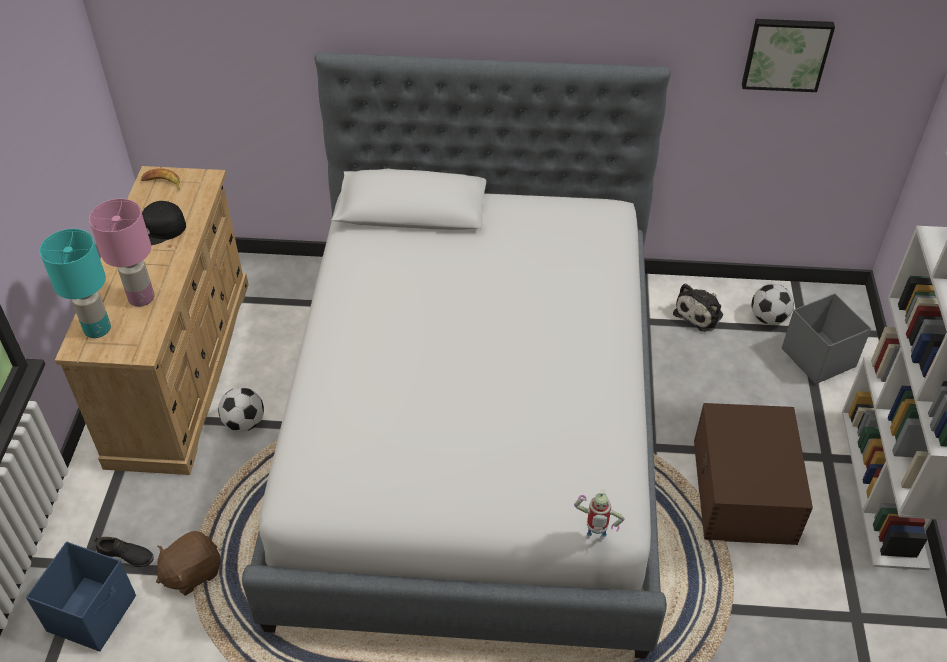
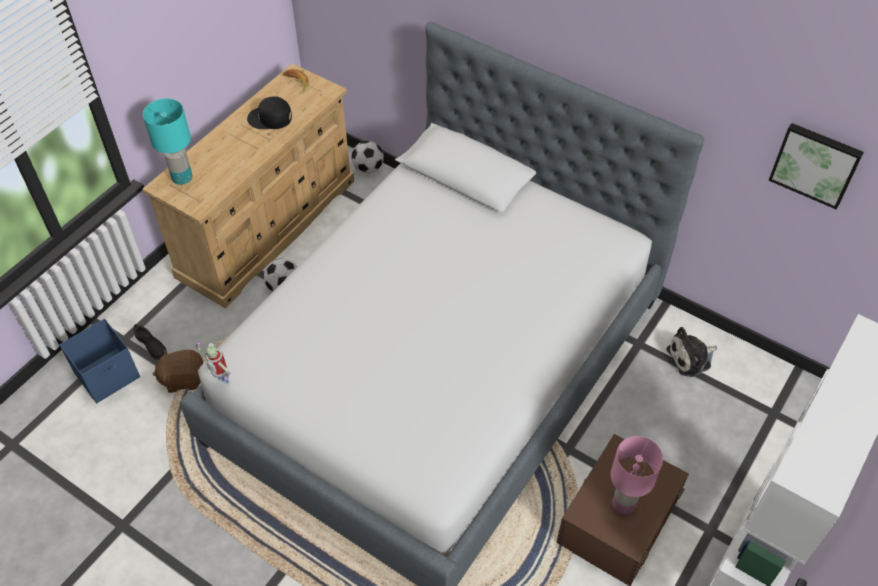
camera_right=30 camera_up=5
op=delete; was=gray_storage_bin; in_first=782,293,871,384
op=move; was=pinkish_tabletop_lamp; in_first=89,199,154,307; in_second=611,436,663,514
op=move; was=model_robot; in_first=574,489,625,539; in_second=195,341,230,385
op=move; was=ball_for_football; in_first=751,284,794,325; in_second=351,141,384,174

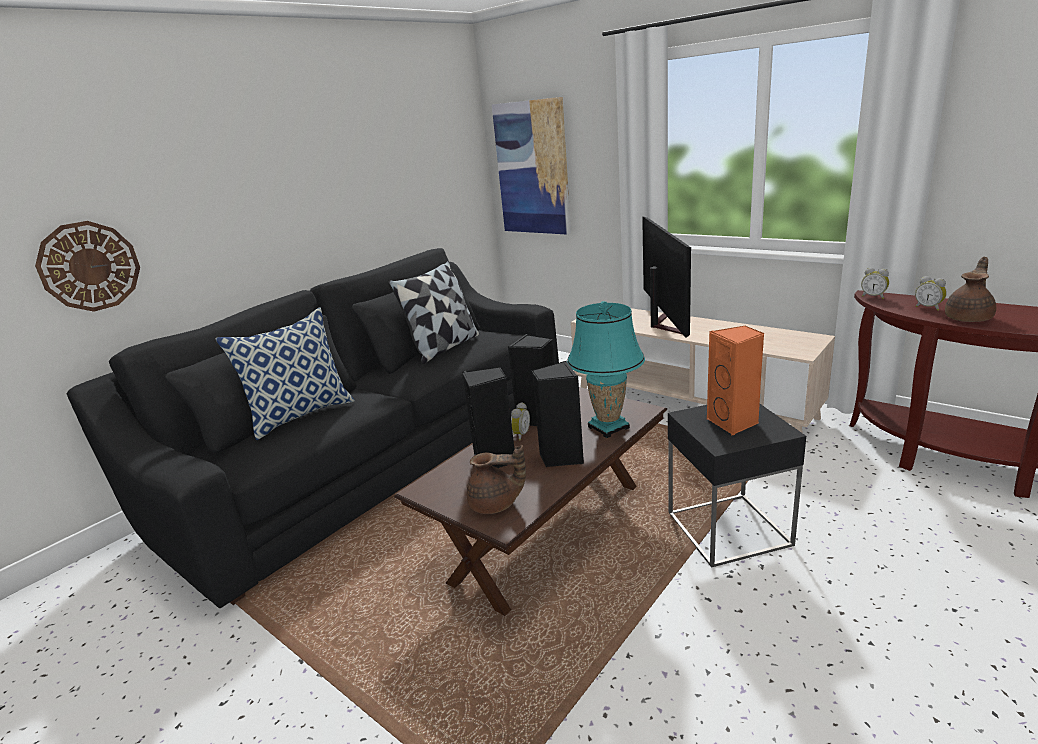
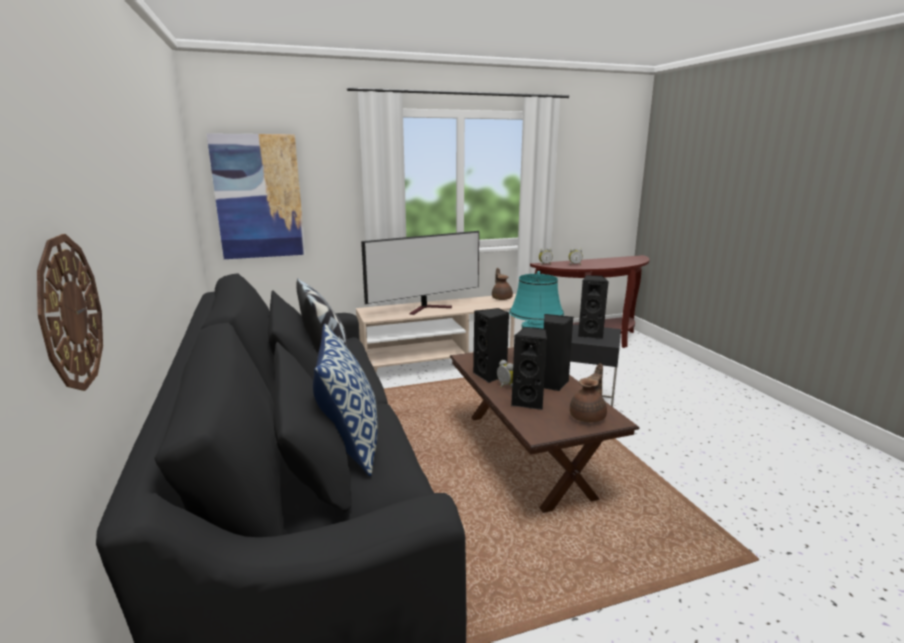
camera_right=-60 camera_up=-5
op=move; was=brownish_pot_for_tea; in_first=945,256,996,322; in_second=492,268,513,300
op=recolor; was=orange-coloured_loudspeaker; now=blackish_loudspeaker; in_first=707,325,764,436; in_second=578,275,609,339
op=rotate; was=TV_set; in_first=642,216,691,338; in_second=361,231,479,315; clockwise=120

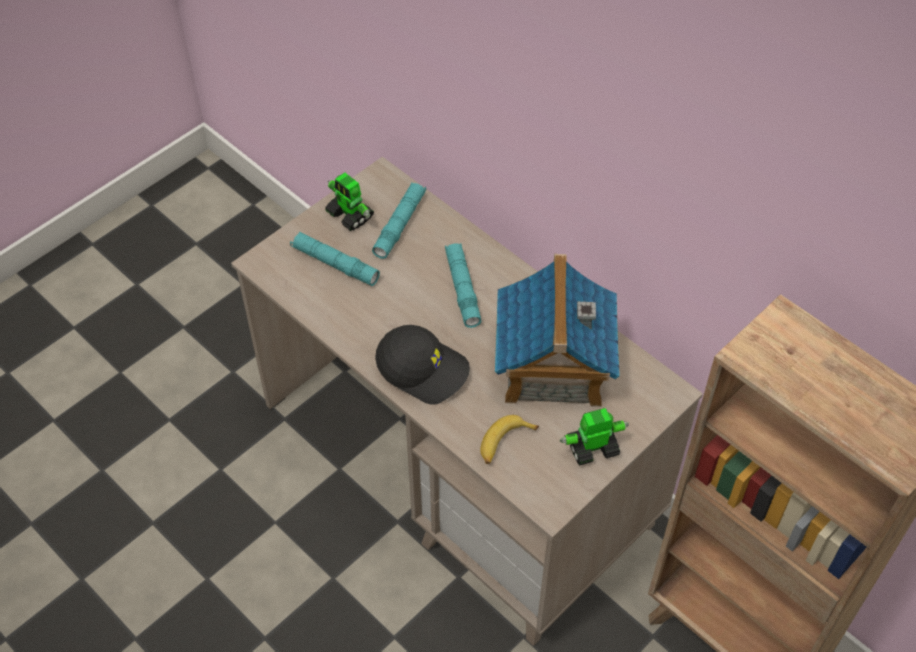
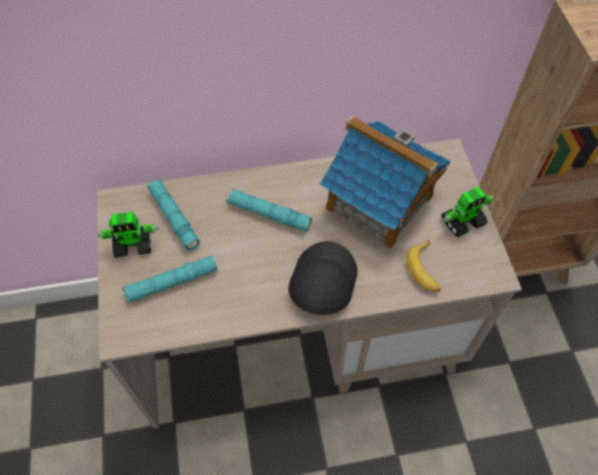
camera_right=-55 camera_up=5
op=rotate; was=blackish_peaked_cap; in_first=375,325,470,405; in_second=288,241,358,315; clockwise=-45
op=rotate; was=model_robot; in_first=560,408,629,466; in_second=441,186,494,237; clockwise=-135

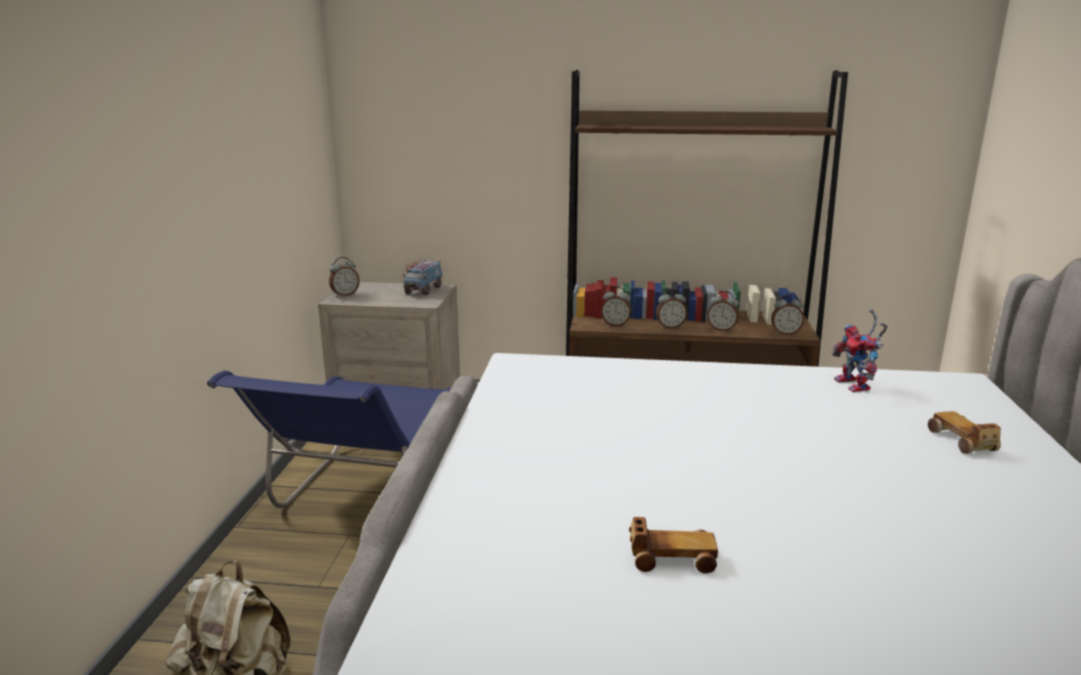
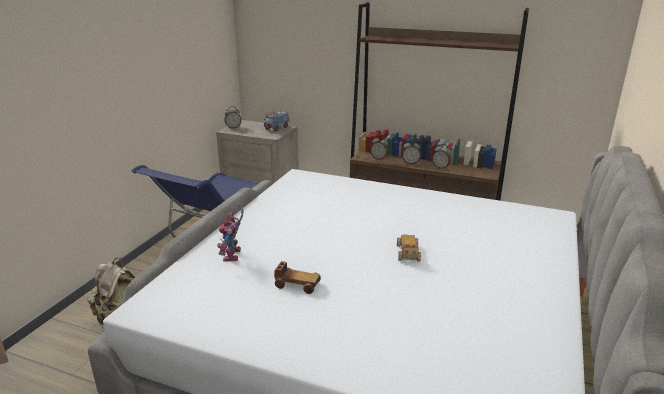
camera_right=15 camera_up=5
op=delete; was=bedside_clock; in_first=771,294,804,335
op=move; was=model_robot; in_first=832,309,888,392; in_second=217,204,243,261
op=move; was=toy_car; in_first=928,411,1001,454; in_second=397,235,421,262

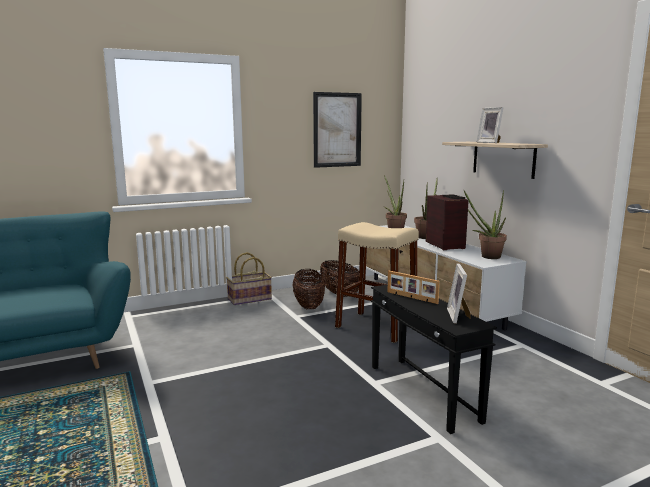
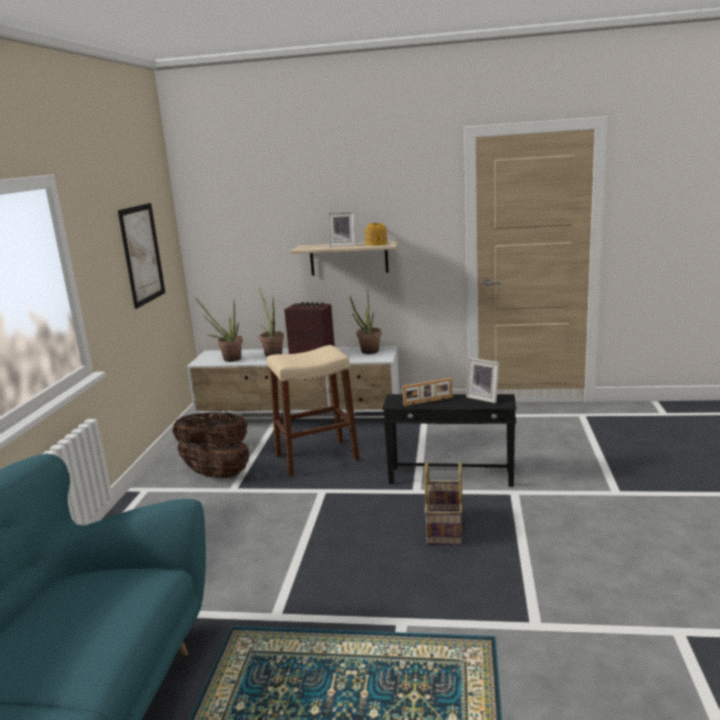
camera_right=-55 camera_up=5
op=insert; now=pot_for_tea; in_second=365,223,387,246
op=move; was=basket; in_first=226,253,272,305; in_second=424,462,463,545

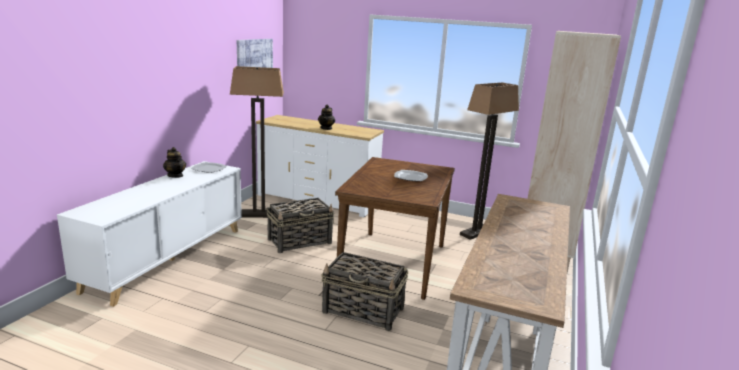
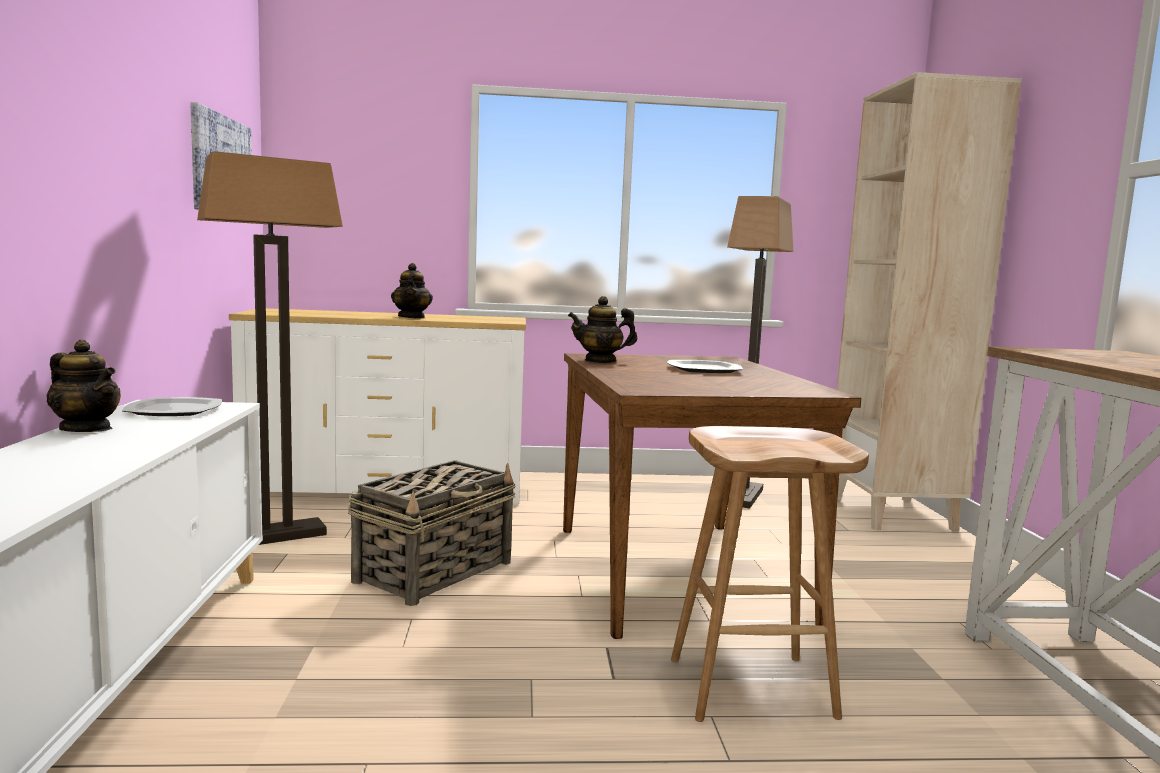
camera_right=-25 camera_up=-10
op=insert; now=pot_for_tea; in_second=568,296,637,363
op=replace; was=basket; now=brownish_stool_seat; in_first=321,252,408,331; in_second=671,426,869,722

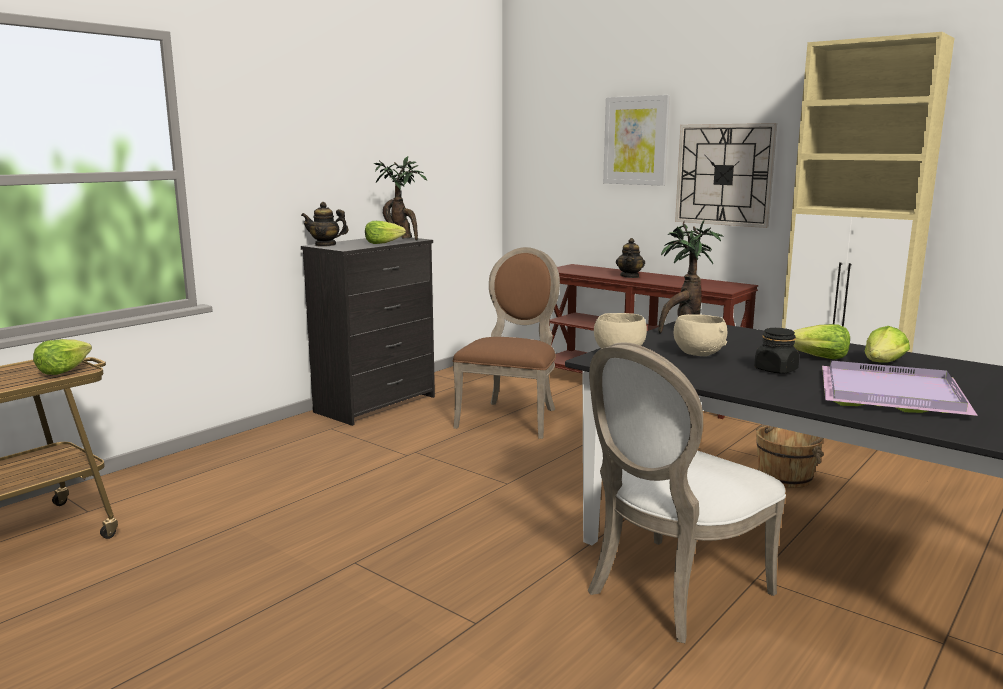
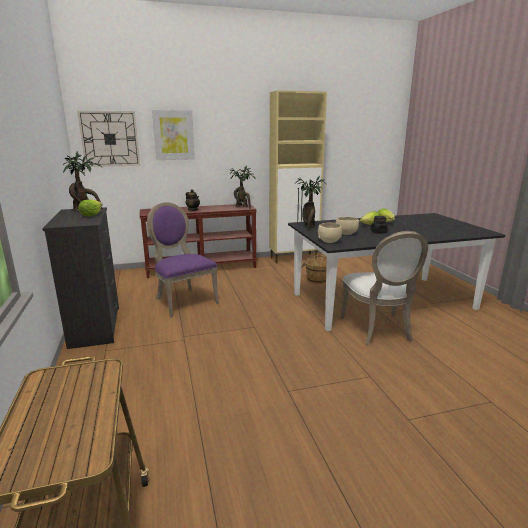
camera_right=-55 camera_up=5
op=delete; was=head_of_lettuce; in_first=33,339,92,375
op=delete; was=pot_for_tea; in_first=301,202,348,247
op=delete; was=purple_tray; in_first=822,361,978,416
op=insert; now=houseplant; in_second=230,166,256,209
op=move; was=clock_on_the_wall; in_first=675,123,777,228; in_second=77,111,140,167
op=recolor; was=brownish_plain_chair; now=purple_plain_chair; in_first=452,247,560,439; in_second=147,202,219,318

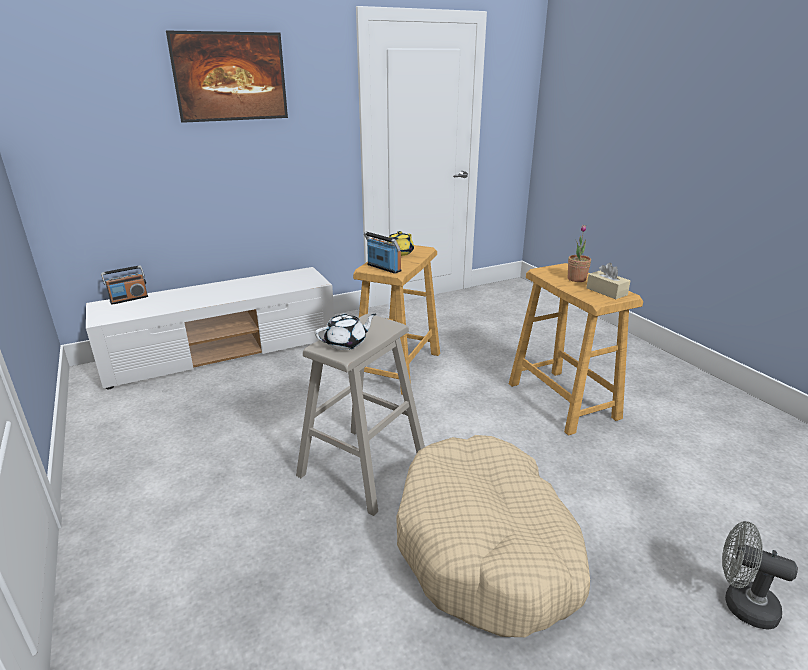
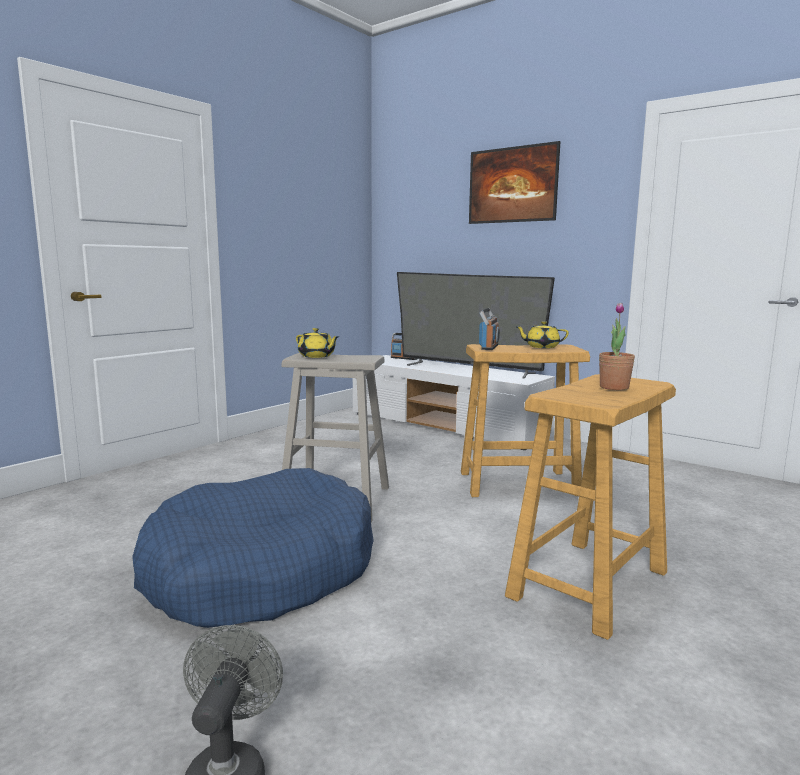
camera_right=65 camera_up=-15
op=delete; was=sand-coloured_tissue_box; in_first=586,263,630,299
op=insert; now=TV_set; in_second=397,272,555,379
op=recolor; was=white-coloured_pot_for_tea; now=yellow_pot_for_tea; in_first=315,314,376,350; in_second=296,328,339,358
op=recolor; was=sand-coloured_dog_bed; now=bluish_dog_bed; in_first=396,435,590,637; in_second=132,468,374,628

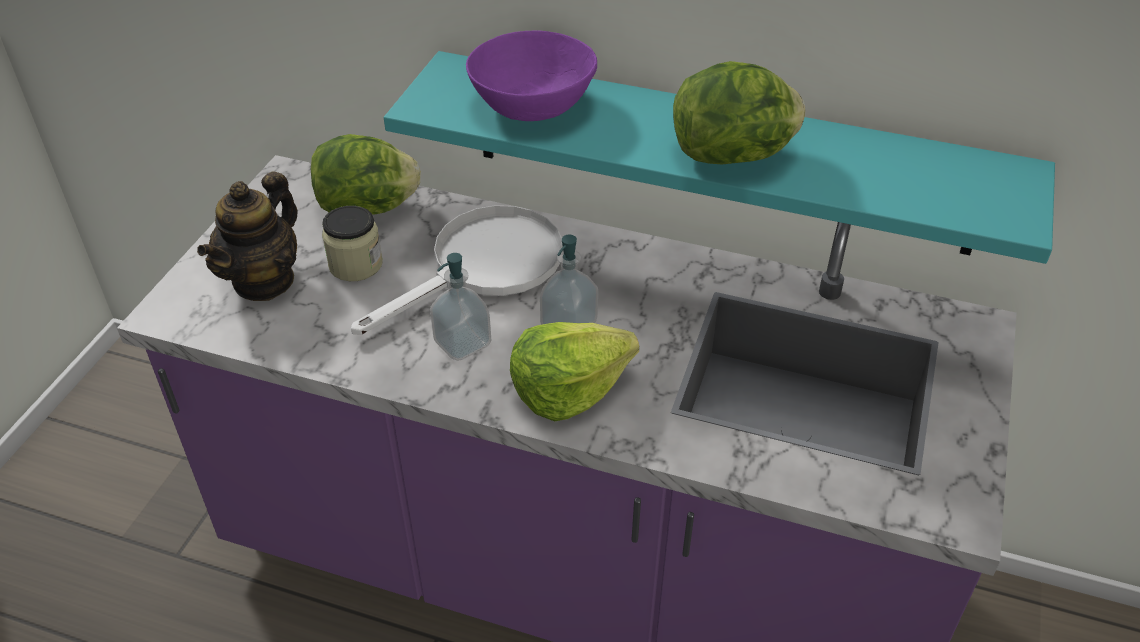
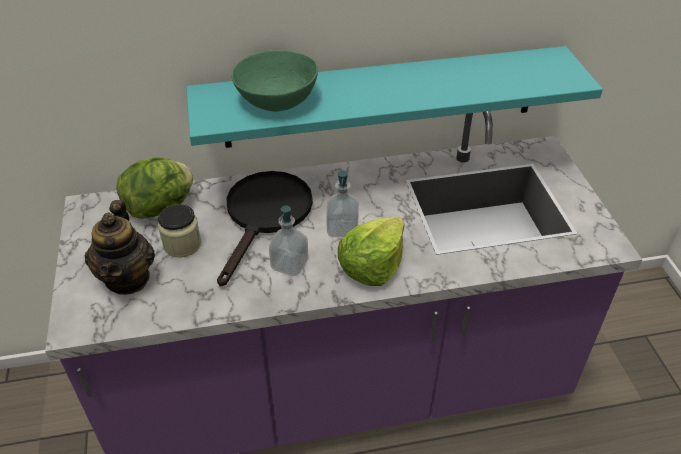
camera_right=-30 camera_up=0
op=delete; was=head_of_lettuce; in_first=673,61,806,164
op=recolor; was=white-coloured_skillet; now=blackish_skillet; in_first=351,205,563,335; in_second=217,171,313,287
op=recolor; was=purple_deep_dish; now=green-coloured_deep_dish; in_first=466,30,597,121; in_second=231,50,318,112

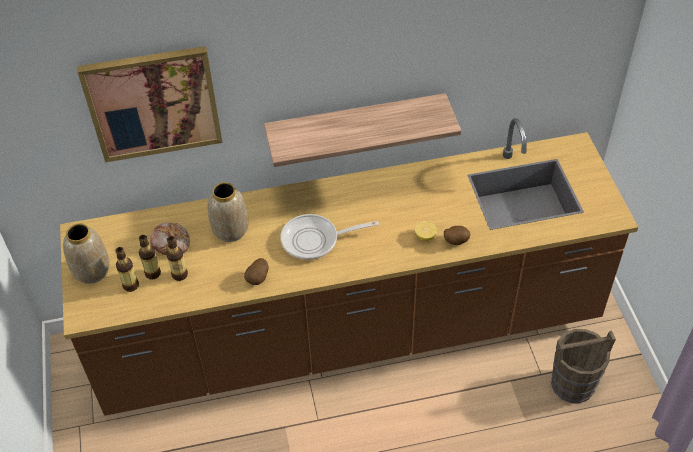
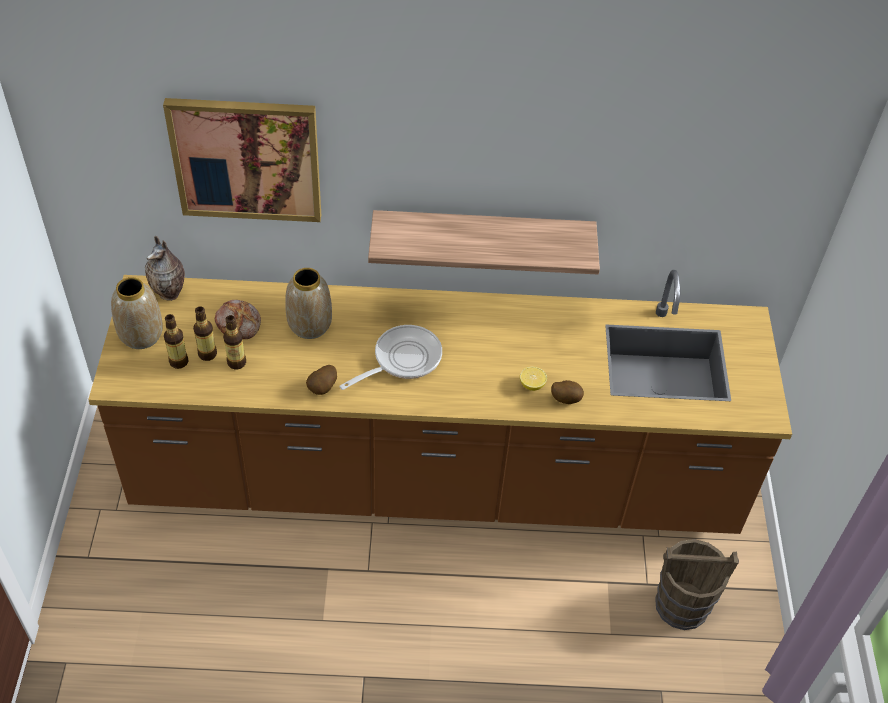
camera_right=10 camera_up=0
op=insert; now=vase; in_second=145,236,185,301
op=rotate; was=skillet; in_first=281,214,379,260; in_second=339,325,442,390; clockwise=135

